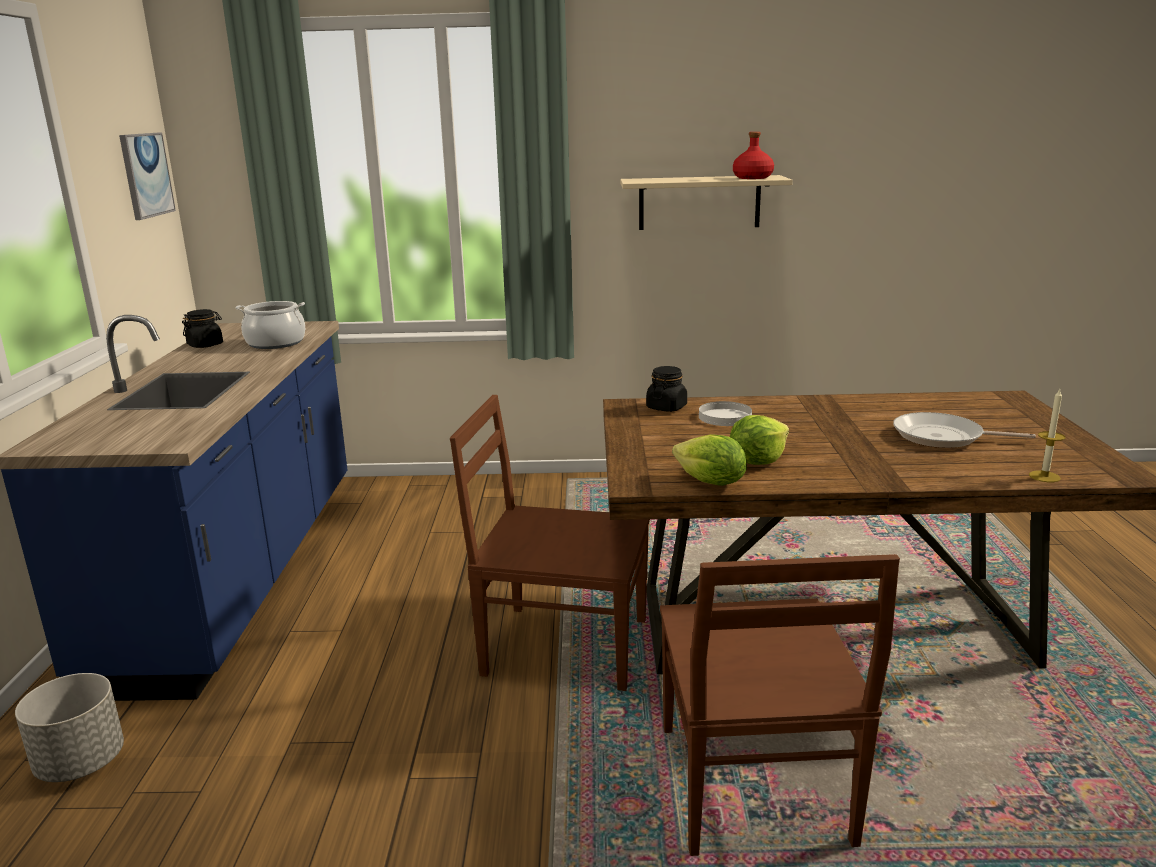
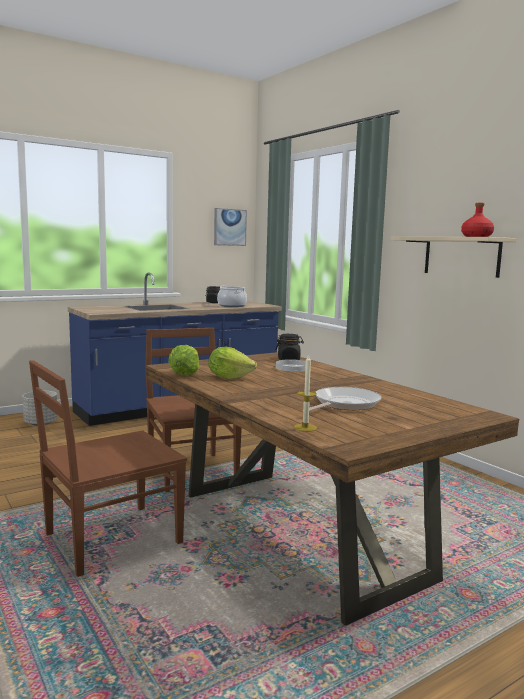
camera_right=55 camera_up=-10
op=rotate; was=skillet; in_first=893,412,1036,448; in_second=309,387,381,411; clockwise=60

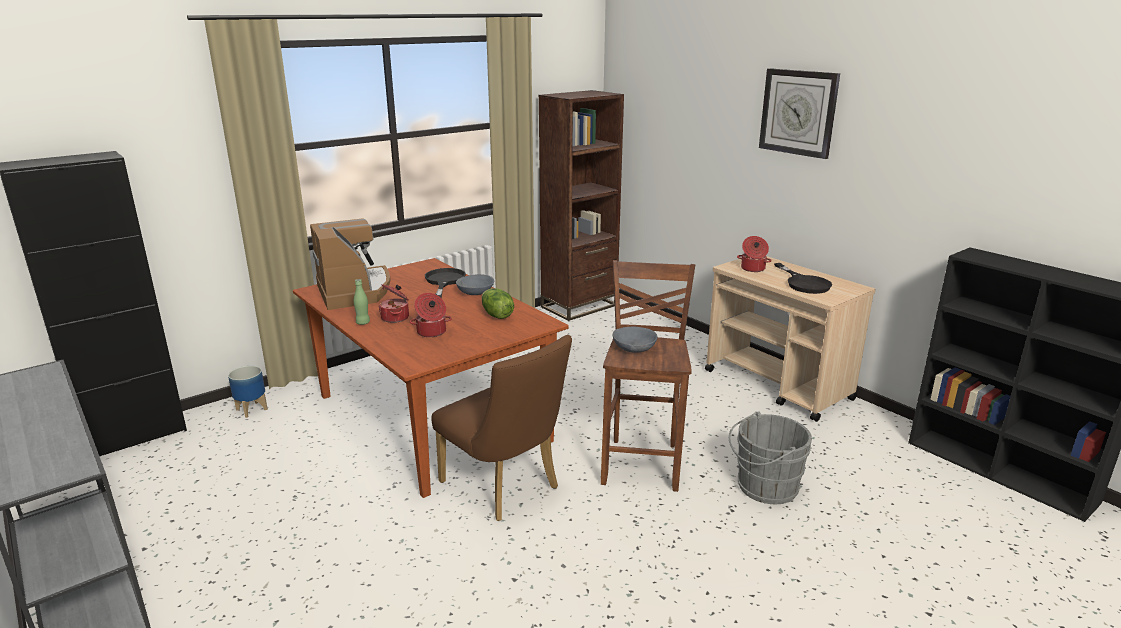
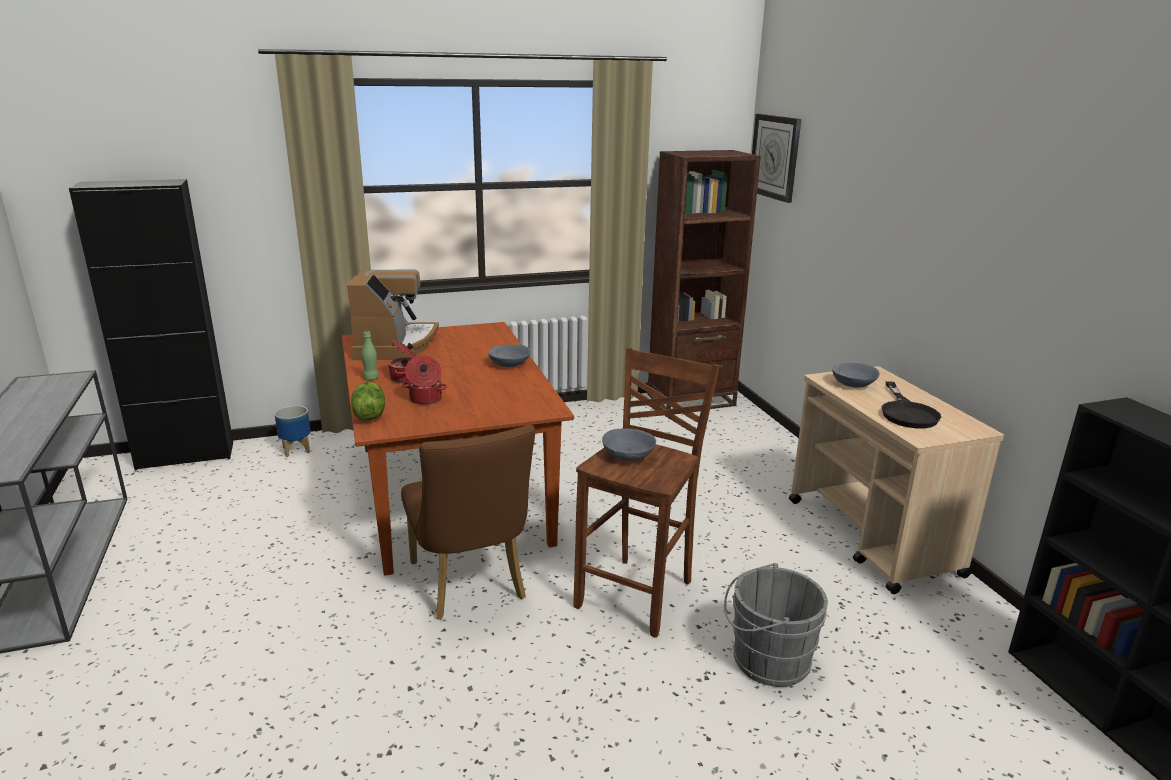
camera_right=20 camera_up=0
op=delete; was=blackish_skillet; in_first=425,268,466,298
op=move; was=head_of_lettuce; in_first=482,288,514,319; in_second=351,382,385,421
op=move; was=clock_on_the_wall; in_first=759,68,840,159; in_second=752,114,801,203
op=replace; was=cooking_pot; now=gray_deep_dish; in_first=737,236,772,272; in_second=832,363,880,388

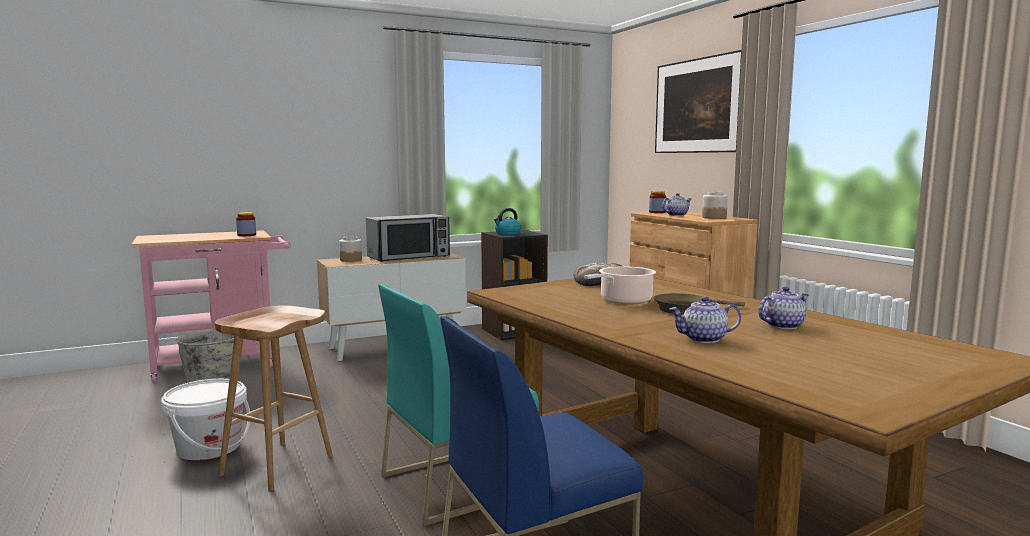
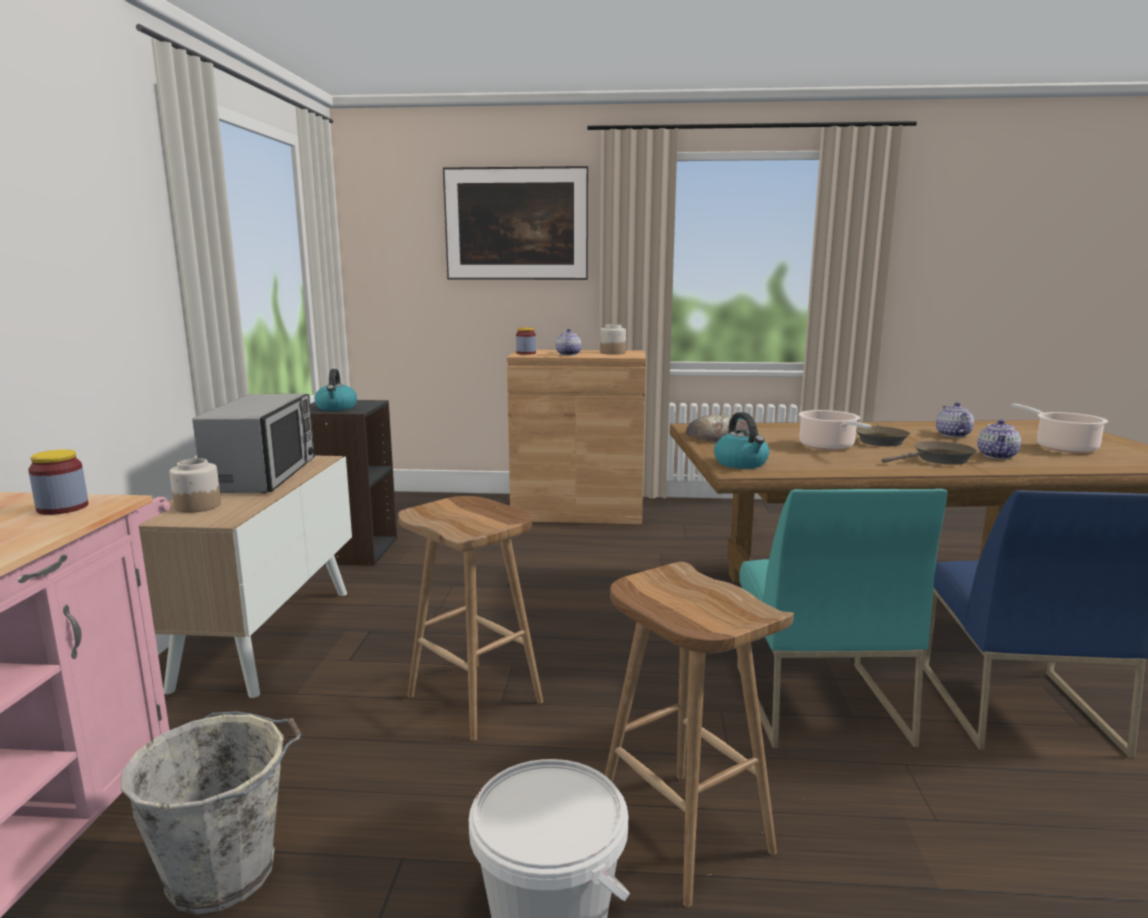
camera_right=-60 camera_up=5
op=insert; now=brownish_stool_seat; in_second=398,496,543,741
op=insert; now=tea_kettle; in_second=714,412,770,469
op=insert; now=brownish_skillet; in_second=881,441,977,465
op=insert; now=cooking_pot; in_second=1011,404,1108,453

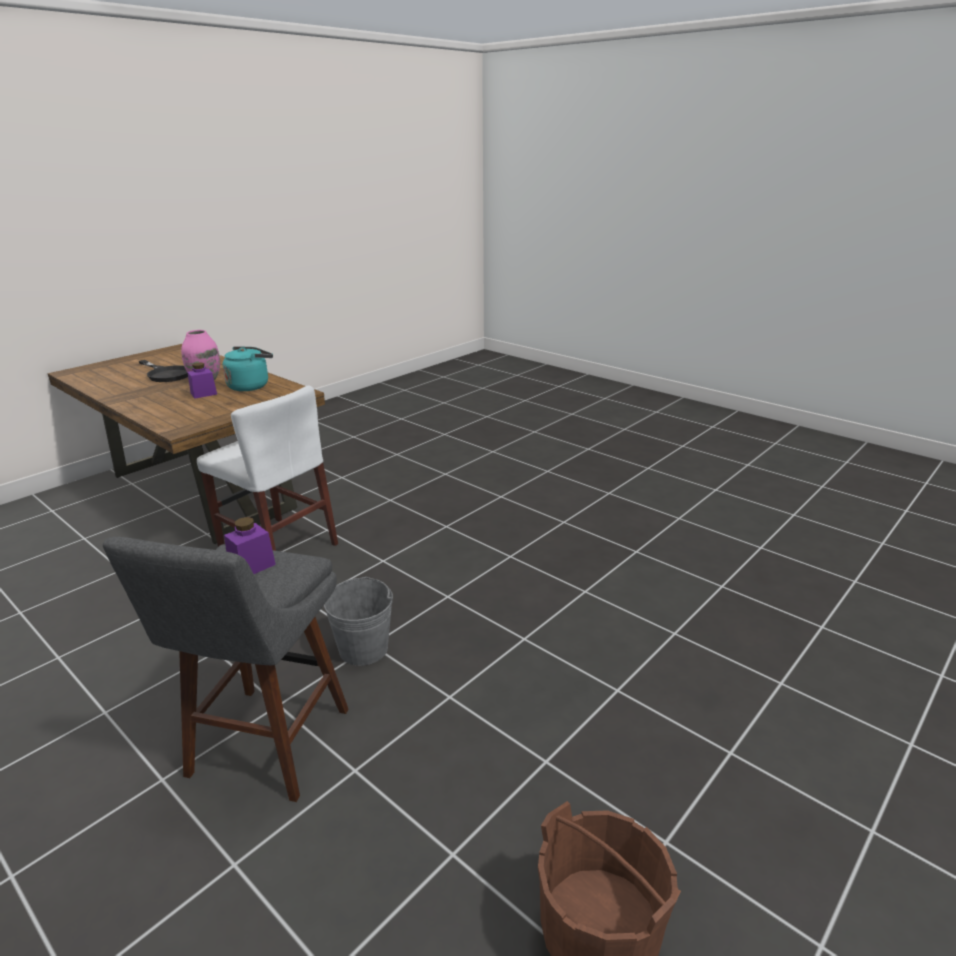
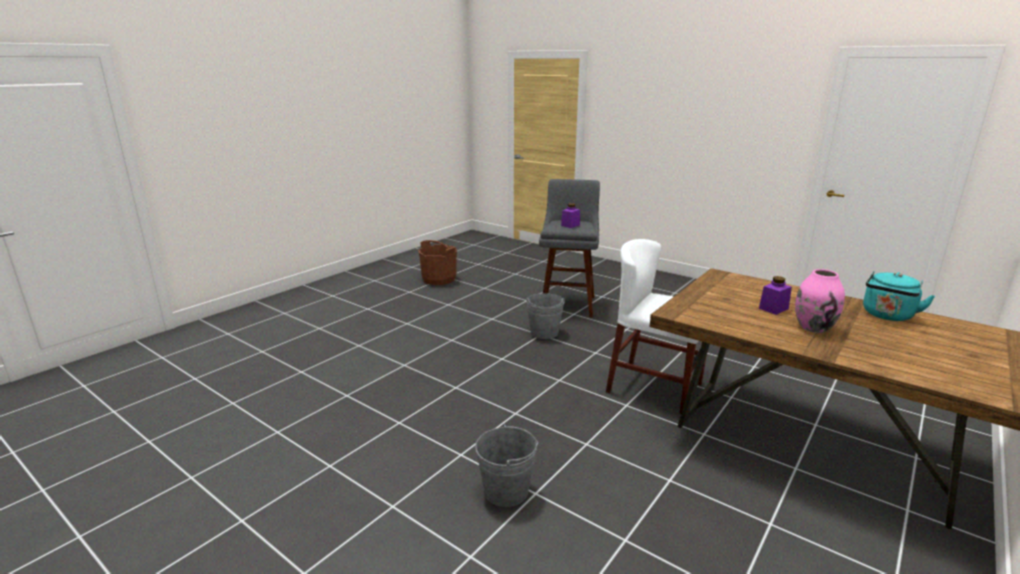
camera_right=175 camera_up=-5
op=delete; was=blackish_skillet; in_first=138,360,188,382
op=insert; now=gray_pail; in_second=475,424,539,507
op=move; was=turquoise_tea_kettle; in_first=223,346,273,391; in_second=863,271,935,321

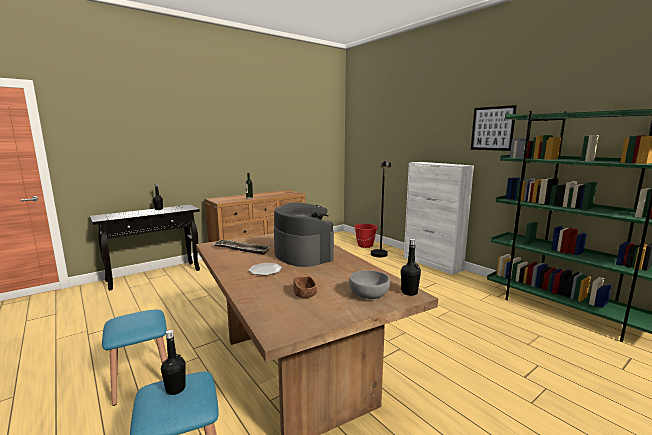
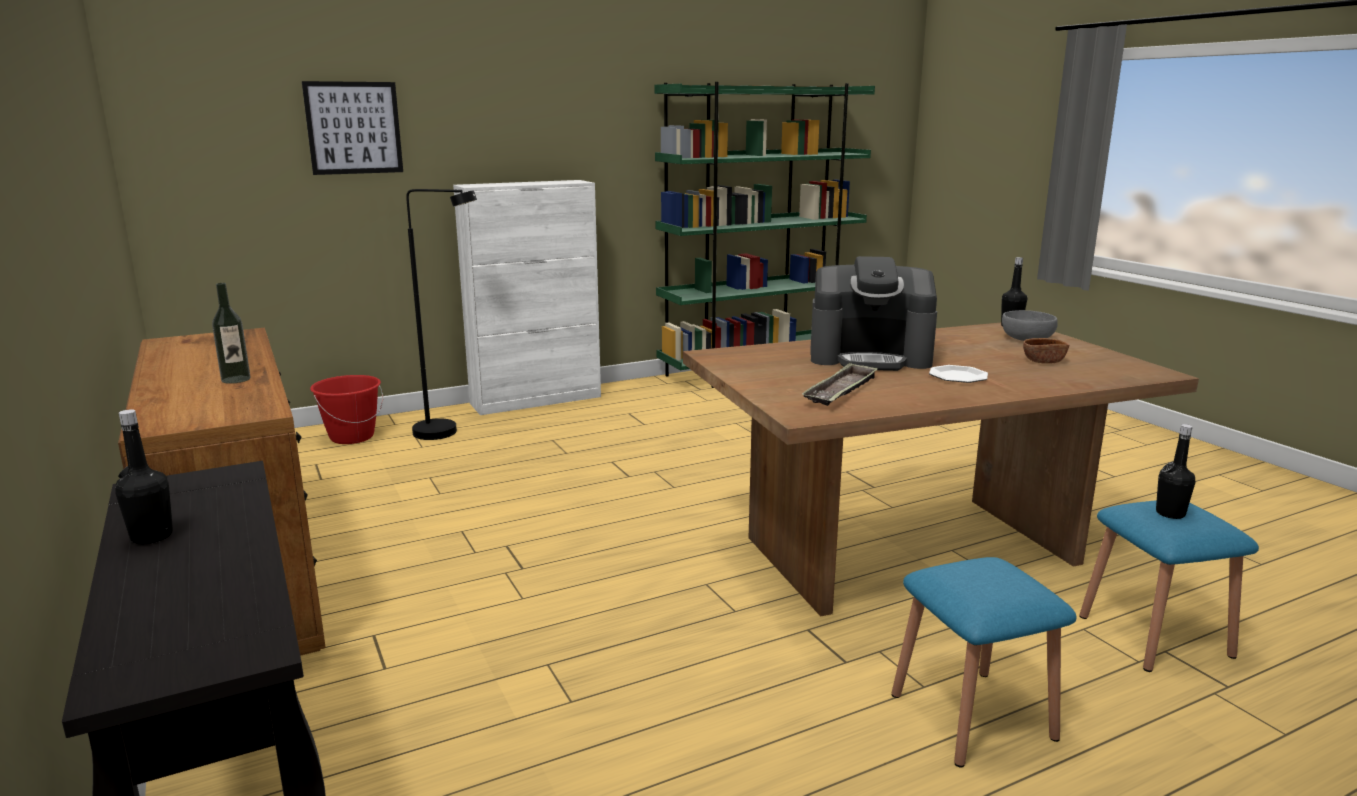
camera_right=-80 camera_up=5
op=move; was=picture; in_first=471,105,517,151; in_second=302,81,403,175
op=rotate; was=coffee_maker; in_first=274,203,334,267; in_second=810,256,937,371; clockwise=-150

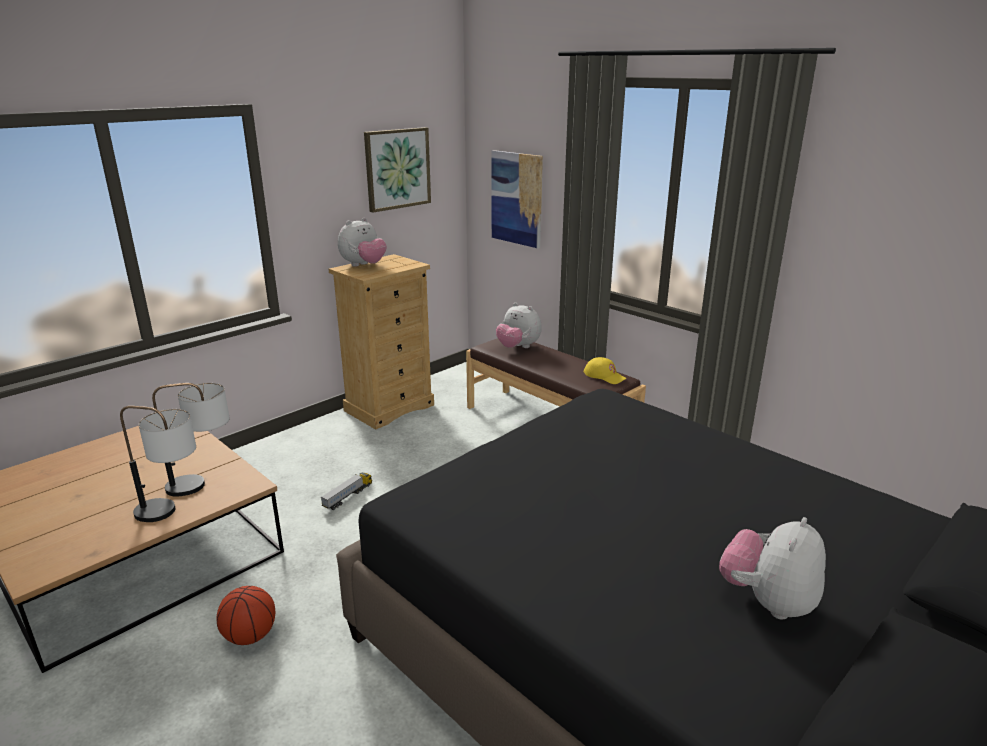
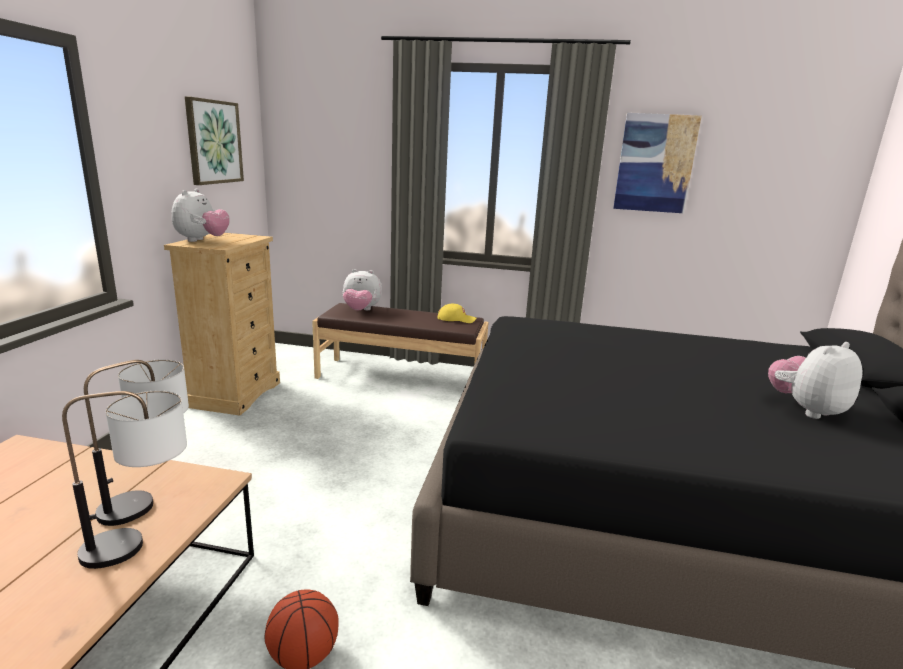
camera_right=-35 camera_up=-5
op=delete; was=model_truck; in_first=321,473,372,510
op=move; was=picture; in_first=492,150,543,248; in_second=613,113,702,213
op=rotate; was=cuddly_toy; in_first=719,517,826,620; in_second=768,342,863,419; clockwise=60

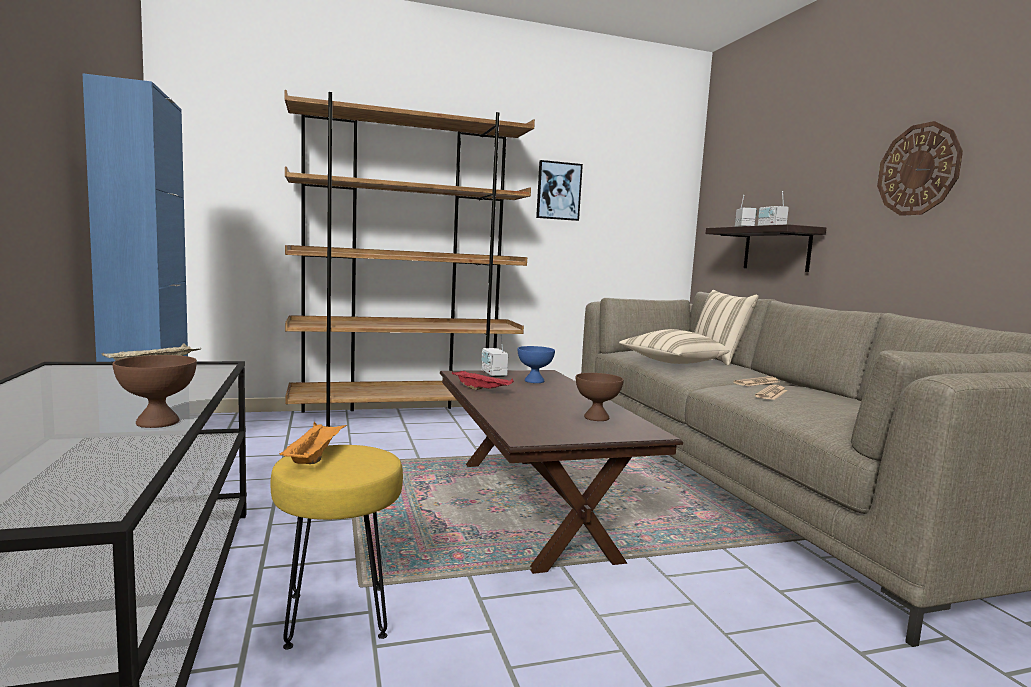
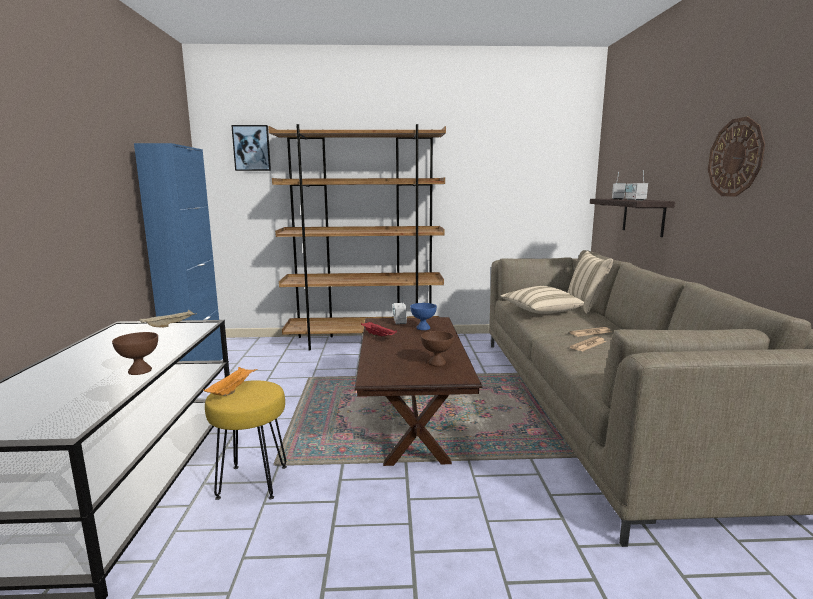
camera_right=15 camera_up=5
op=move; was=picture; in_first=536,160,583,221; in_second=231,125,271,171

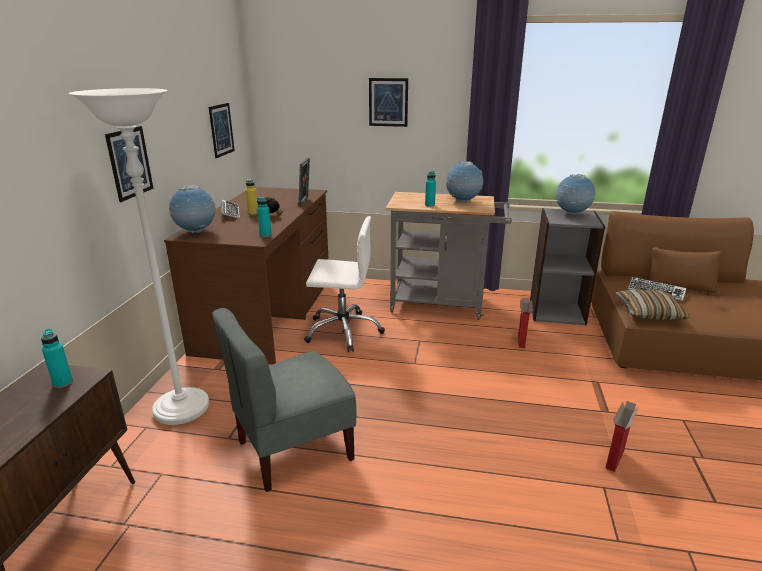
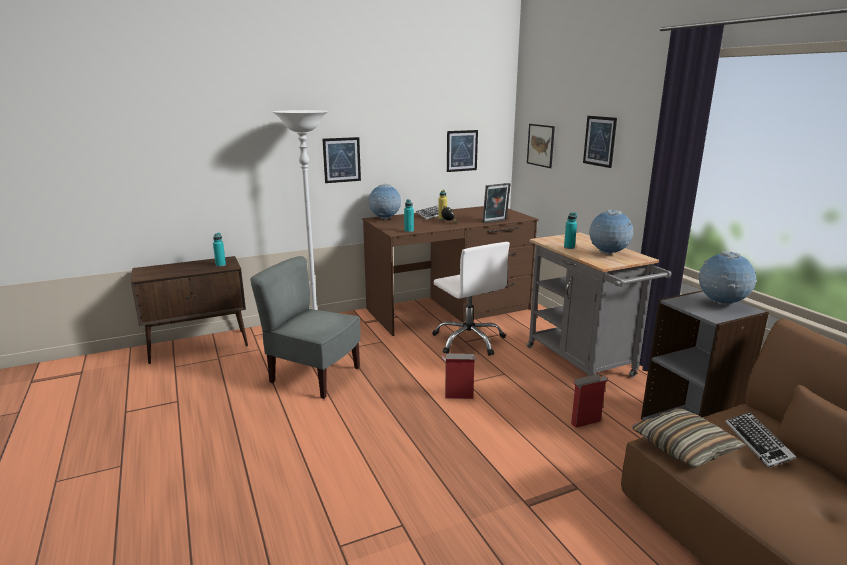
camera_right=55 camera_up=-5
op=insert; now=picture; in_second=527,124,555,168
op=move; was=cardboard_box; in_first=606,401,639,472; in_second=442,353,477,399

